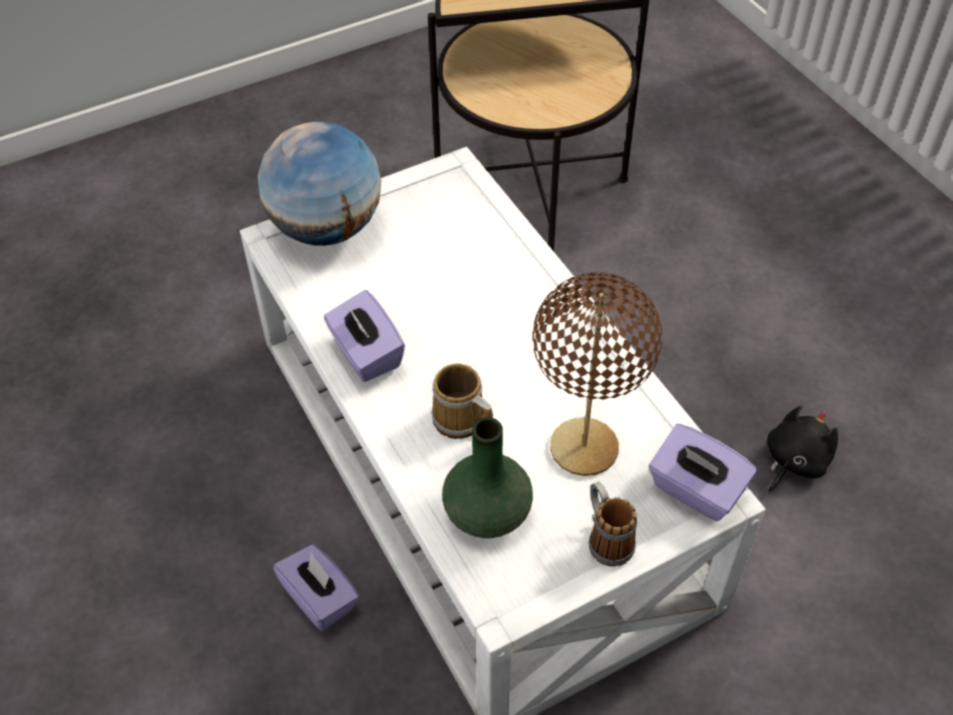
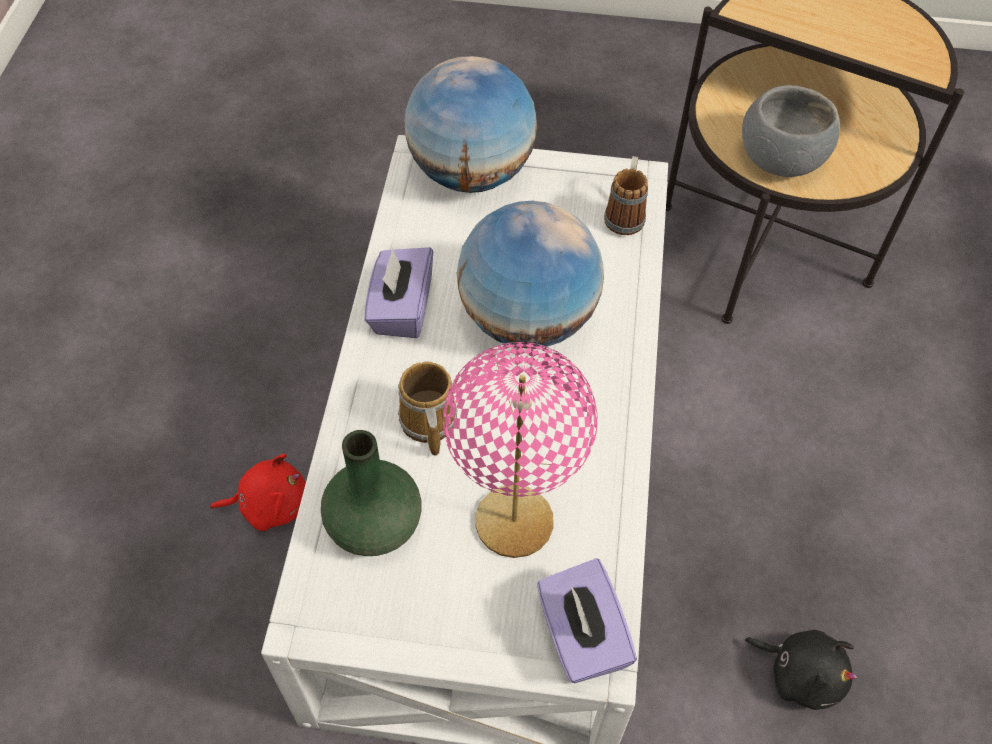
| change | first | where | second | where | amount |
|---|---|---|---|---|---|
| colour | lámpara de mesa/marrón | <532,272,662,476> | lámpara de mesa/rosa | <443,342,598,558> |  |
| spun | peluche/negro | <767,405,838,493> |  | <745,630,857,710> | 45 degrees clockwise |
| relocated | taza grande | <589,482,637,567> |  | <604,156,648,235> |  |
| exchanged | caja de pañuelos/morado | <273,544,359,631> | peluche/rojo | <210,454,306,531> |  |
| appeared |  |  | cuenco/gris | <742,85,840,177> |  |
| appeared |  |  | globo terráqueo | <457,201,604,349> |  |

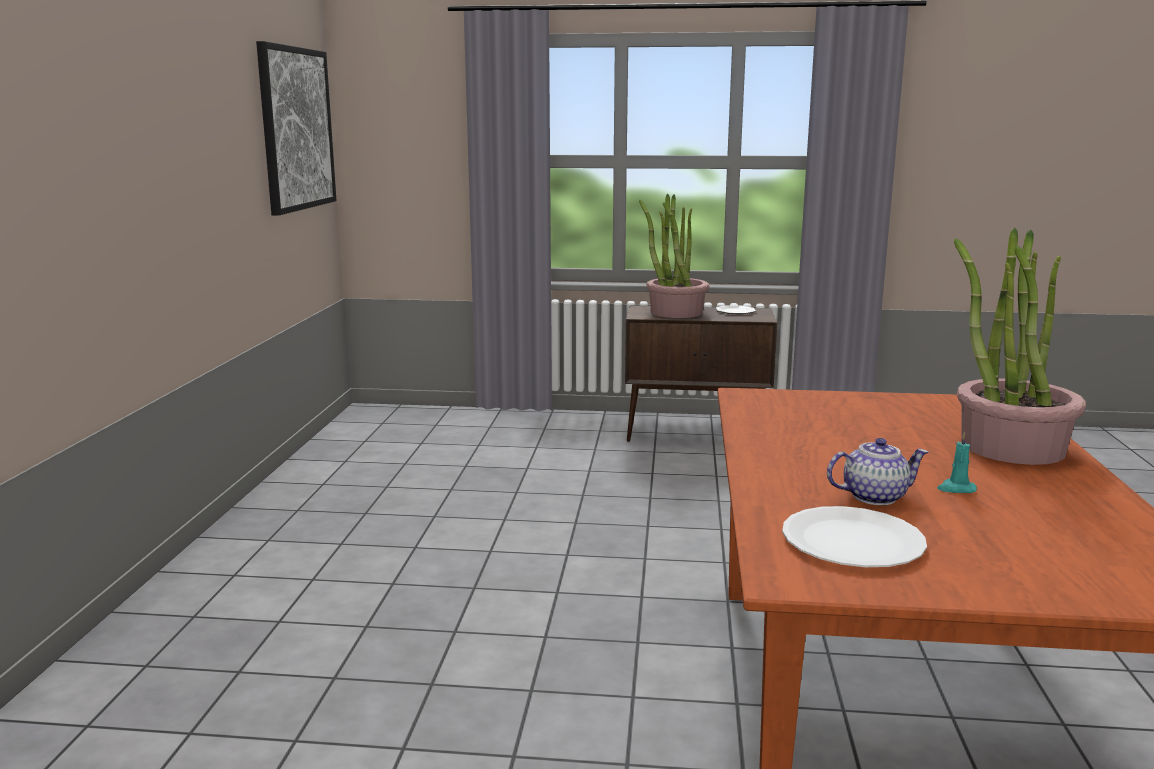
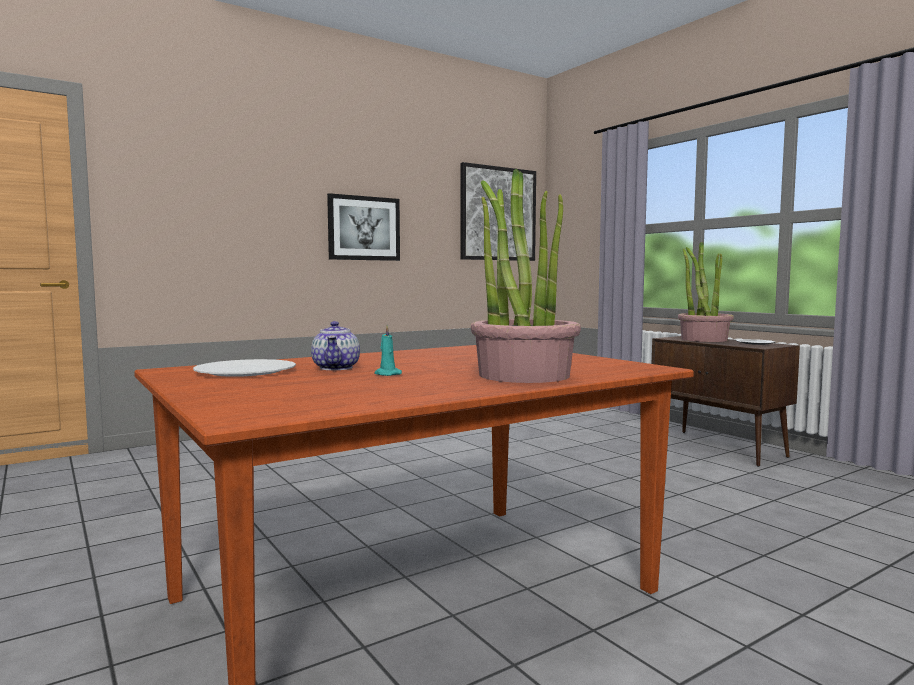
| change | first | where | second | where | amount |
|---|---|---|---|---|---|
| spun | tetera | <827,438,929,505> |  | <311,321,360,370> | 45 degrees clockwise |
| appeared |  |  | cuadro | <327,193,400,261> |  |

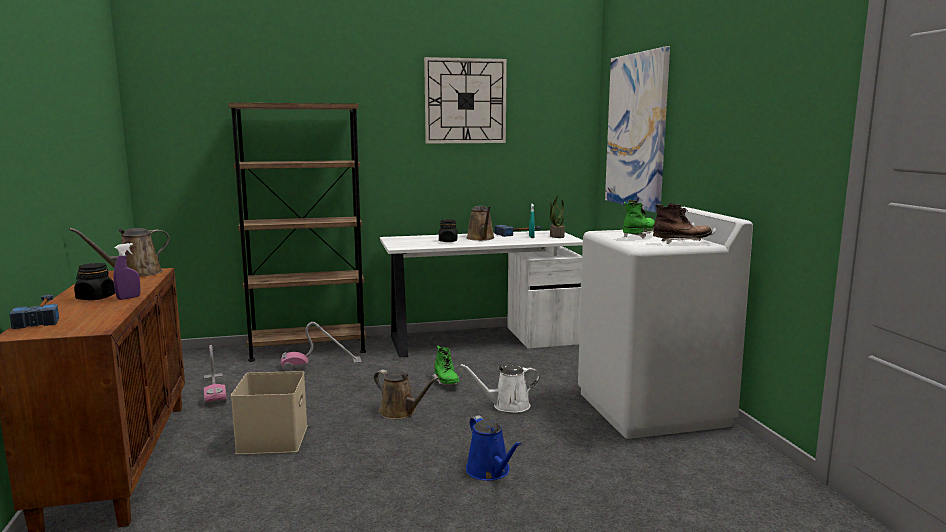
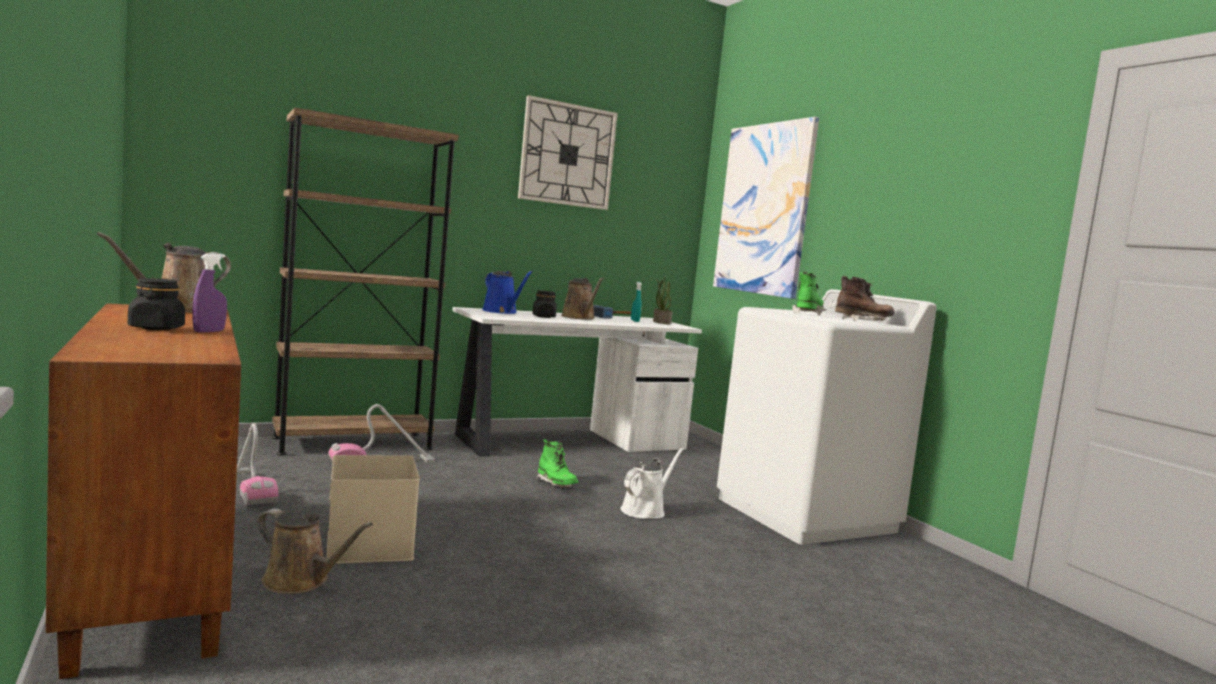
| change | first | where | second | where | amount |
|---|---|---|---|---|---|
| missing | martillo | <9,295,59,329> |  |  |  |
| spun | regadera/blanco | <460,364,540,413> |  | <620,447,684,519> | 150 degrees clockwise |
| relocated | regadera/marrón | <374,370,438,419> |  | <257,508,373,594> |  |
| relocated | regadera/azul | <466,415,522,481> |  | <482,271,533,314> |  |

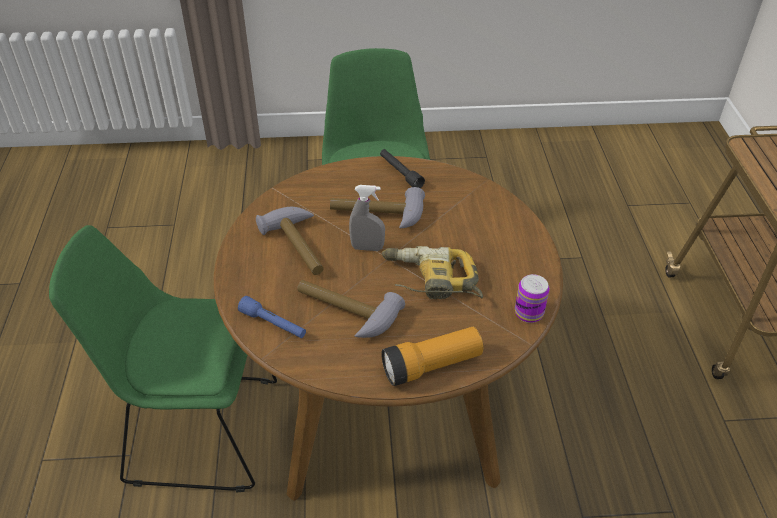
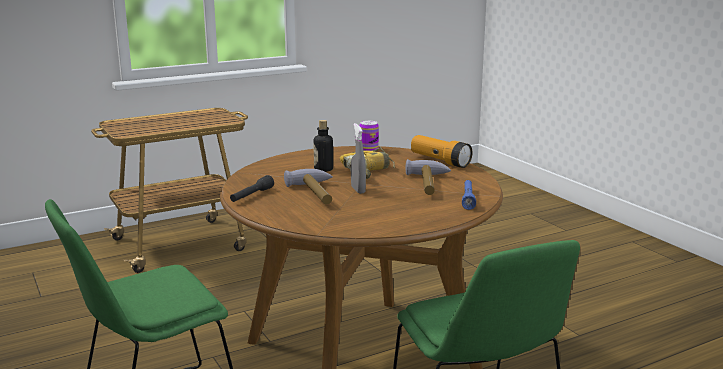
| change | first | where | second | where | amount |
|---|---|---|---|---|---|
| missing | martillo | <256,207,324,275> |  |  |  |
| appeared |  |  | botella | <313,120,333,172> |  |

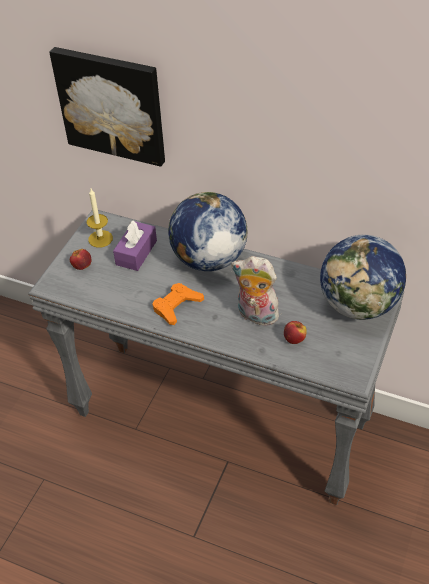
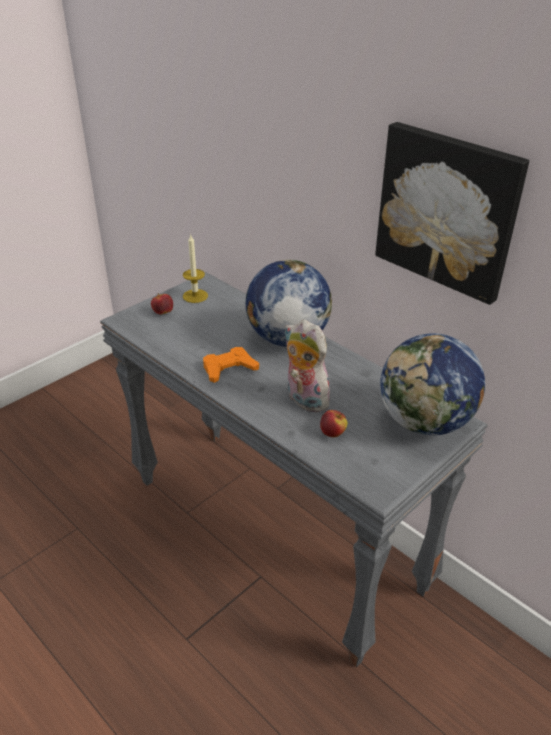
| change | first | where | second | where | amount |
|---|---|---|---|---|---|
| relocated | cuadro | <49,47,165,167> |  | <375,122,529,305> |  |
| missing | caja de pañuelos/morado | <113,221,157,271> |  |  |  |

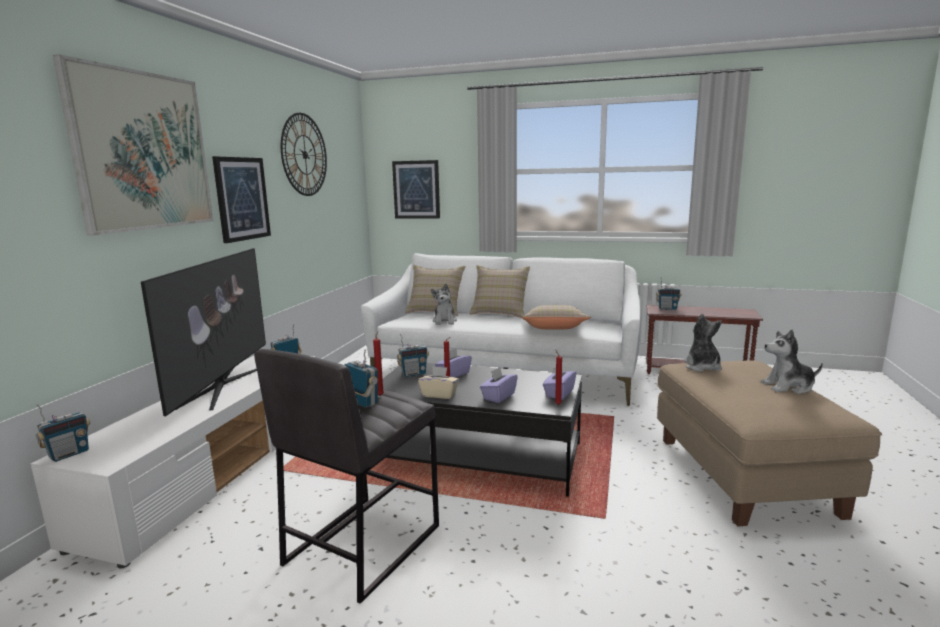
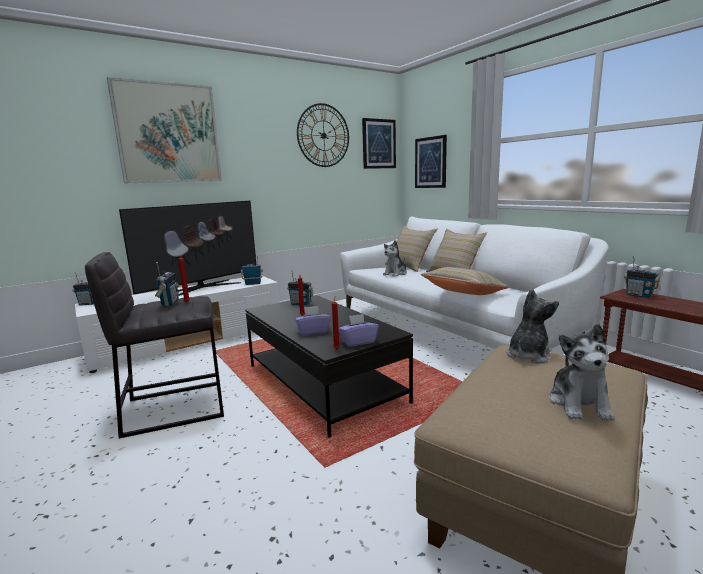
| change | first | where | second | where | amount |
|---|---|---|---|---|---|
| relocated | cuadro | <212,156,271,243> |  | <362,118,396,169> |  |
| spun | peluche | <761,329,823,394> |  | <549,324,615,421> | 120 degrees counterclockwise |
| missing | caja de pañuelos/morado | <435,348,472,378> |  |  |  |
| missing | caja de pañuelos/beis | <418,366,459,399> |  |  |  |

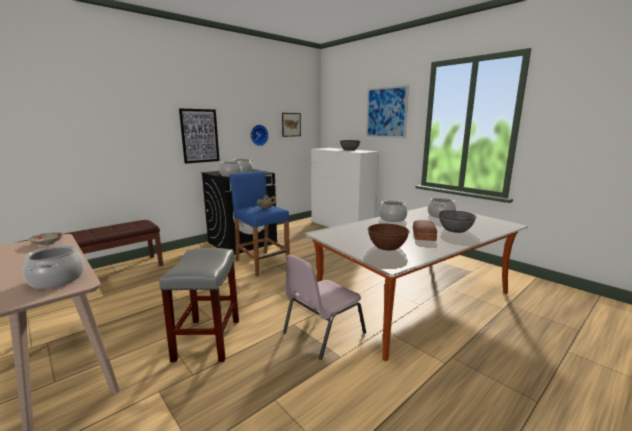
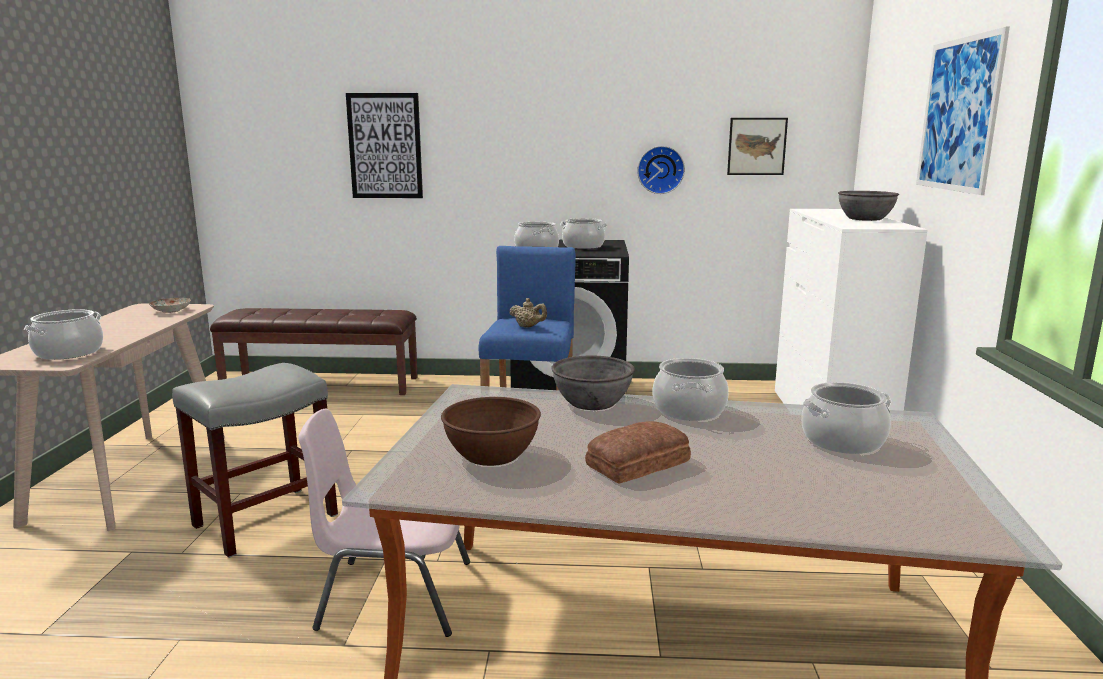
| change | first | where | second | where | amount |
|---|---|---|---|---|---|
| relocated | cuadro | <179,108,220,164> |  | <346,93,423,198> |  |
| relocated | cuenco/gris | <438,210,476,233> |  | <551,356,635,410> |  |

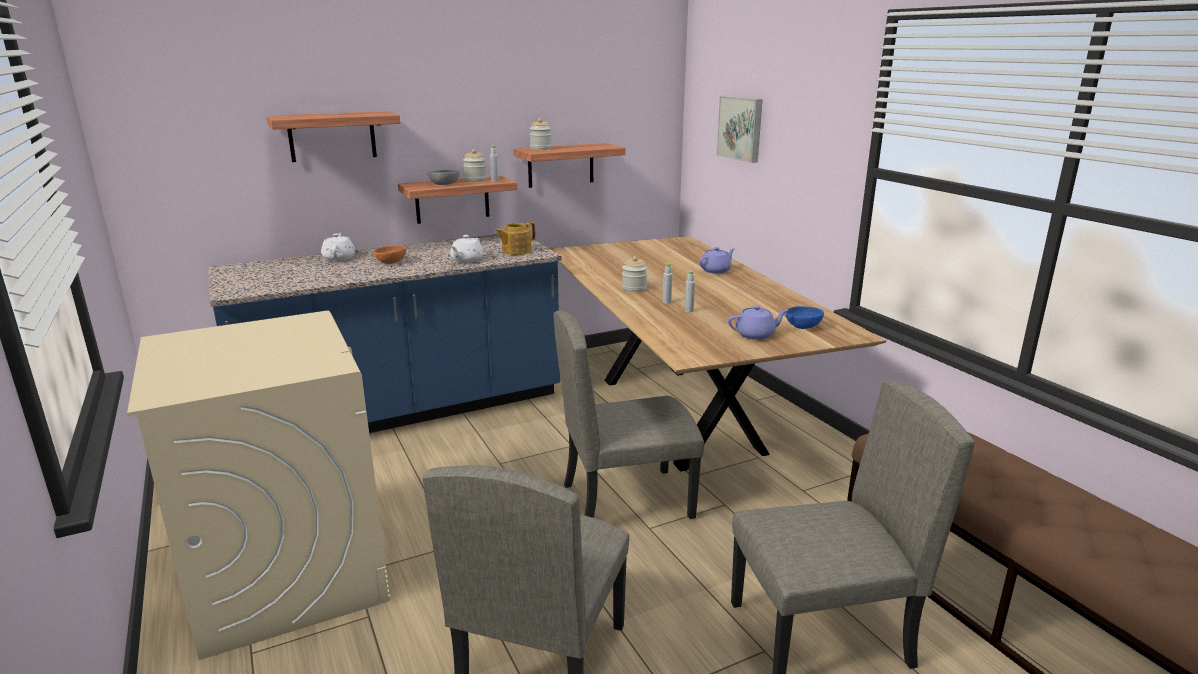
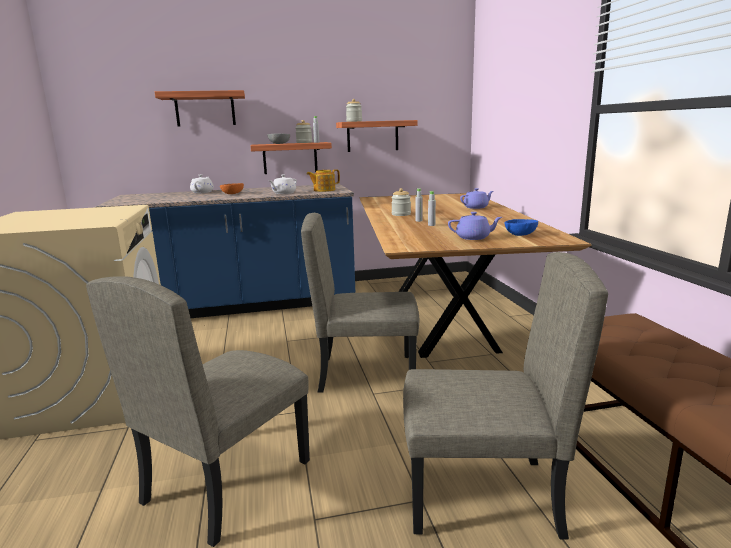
| change | first | where | second | where | amount |
|---|---|---|---|---|---|
| missing | cuadro | <716,96,763,163> |  |  |  |

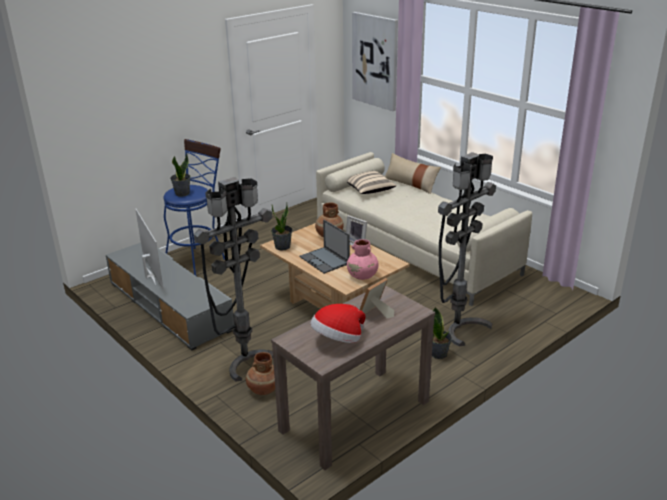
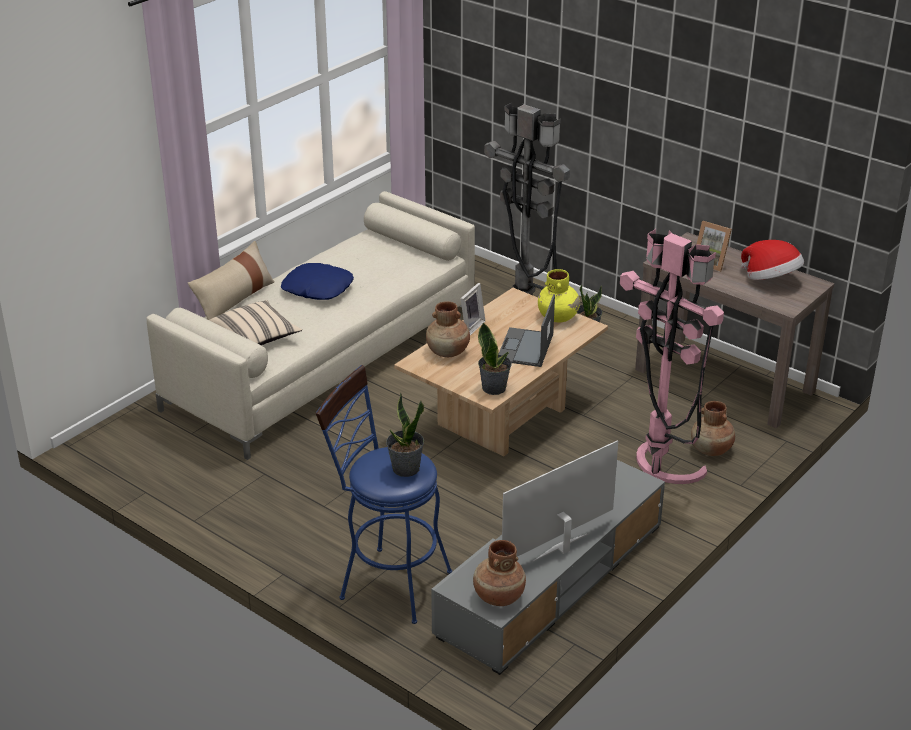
| change | first | where | second | where | amount |
|---|---|---|---|---|---|
| missing | cuadro | <352,12,398,111> |  |  |  |
| colour | lámpara de pie/gris | <194,177,273,381> | lámpara de pie/rosa | <620,229,724,484> |  |
| spun | portátil | <300,220,350,274> |  | <499,294,555,367> | 150 degrees clockwise |
| colour | florero/rosa | <347,239,379,280> | florero/amarillo | <538,269,580,322> |  |
| appeared |  |  | cojín/azul | <281,263,354,300> |  |
| appeared |  |  | florero/marrón | <473,540,526,606> |  |

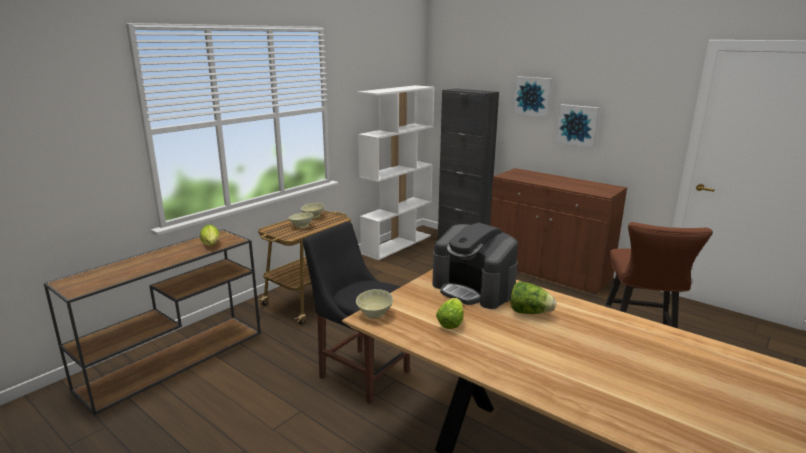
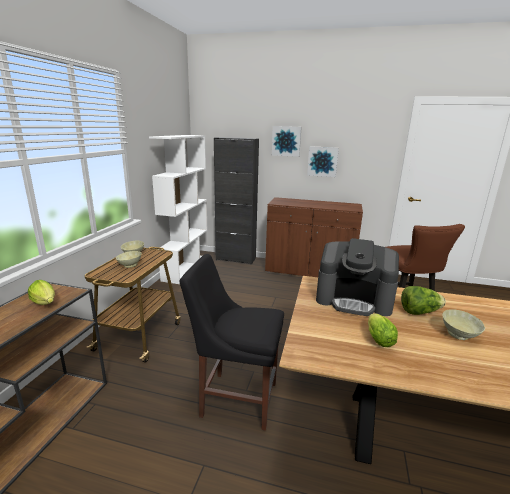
| change | first | where | second | where | amount |
|---|---|---|---|---|---|
| relocated | cuenco/beis | <356,289,393,319> |  | <442,309,485,340> |  |

